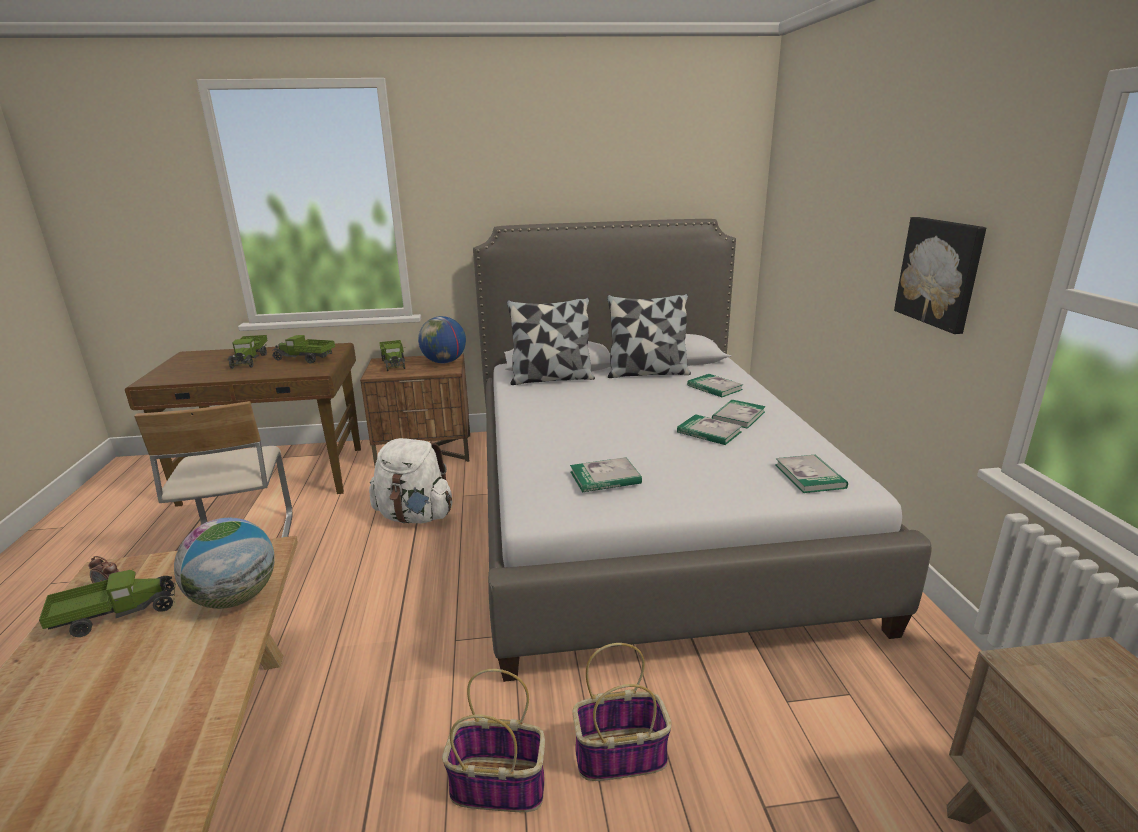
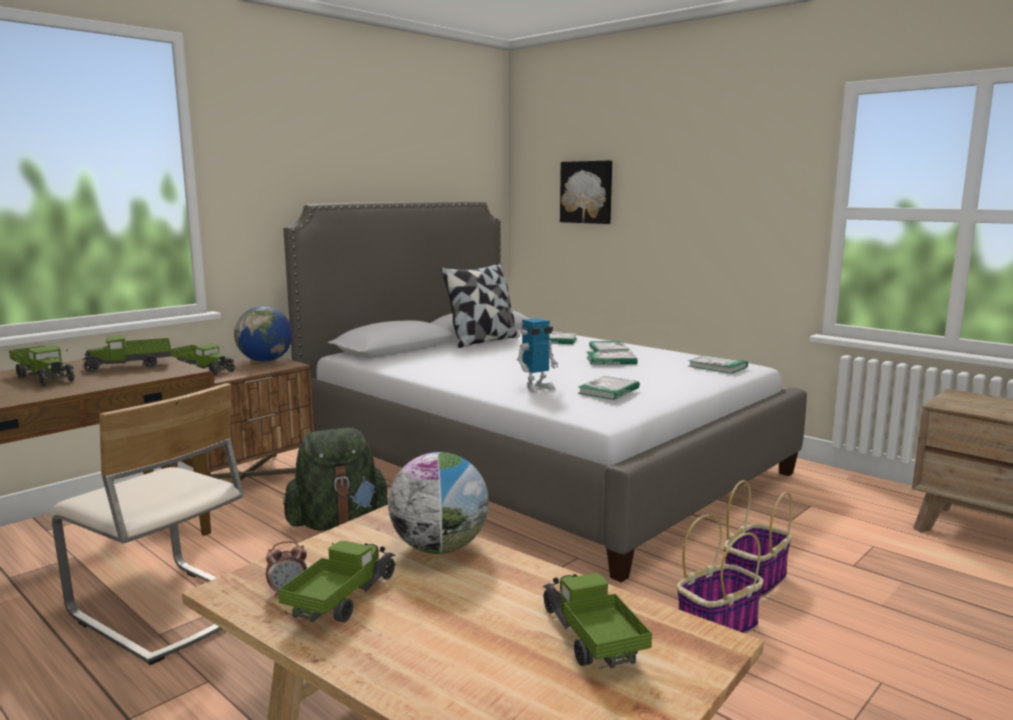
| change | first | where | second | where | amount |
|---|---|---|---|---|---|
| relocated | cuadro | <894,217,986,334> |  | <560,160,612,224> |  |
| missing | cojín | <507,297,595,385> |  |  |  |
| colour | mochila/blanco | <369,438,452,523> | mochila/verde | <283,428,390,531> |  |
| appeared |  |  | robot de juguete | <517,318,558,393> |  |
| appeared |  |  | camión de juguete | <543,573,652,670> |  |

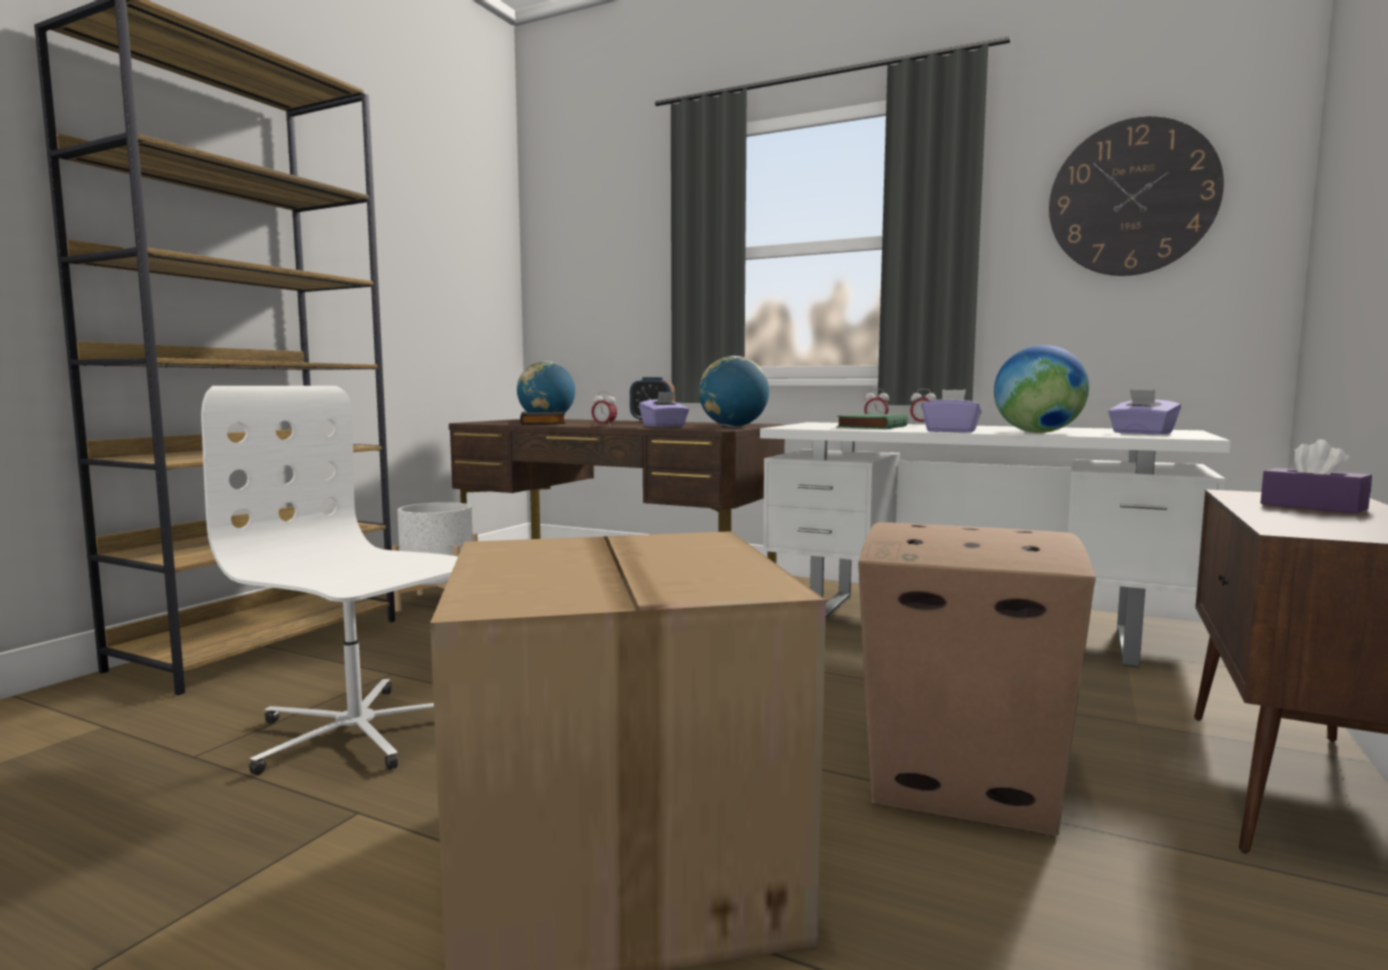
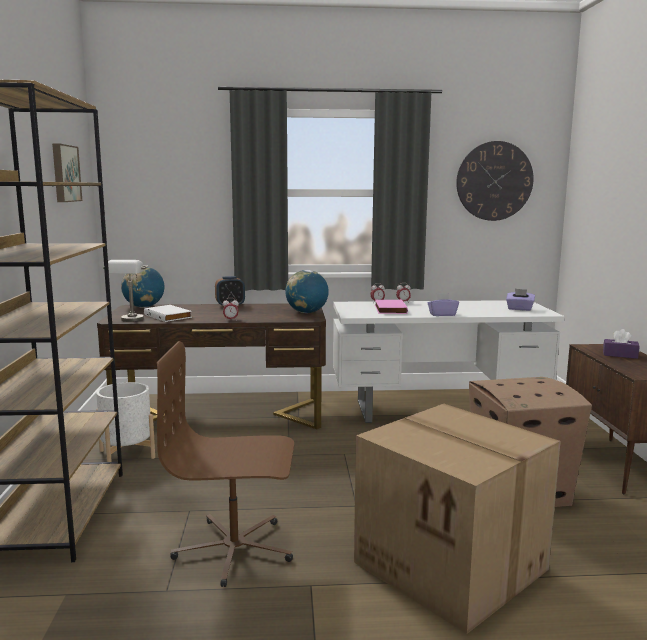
| change | first | where | second | where | amount |
|---|---|---|---|---|---|
| missing | globo terráqueo | <994,345,1089,433> |  |  |  |
| colour | silla de oficina/blanco | <201,386,458,775> | silla de oficina/marrón | <157,341,294,587> |  |
| missing | caja de pañuelos/morado | <639,392,689,427> |  |  |  |
| colour | libro/negro | <520,412,566,425> | libro/blanco | <144,305,192,322> |  |
| colour | libro/verde | <836,414,908,429> | libro/rosa | <375,299,408,314> |  |
| appeared |  |  | cuadro | <52,143,82,202> |  |
| appeared |  |  | lámpara de mesa/gris | <103,260,149,322> |  |

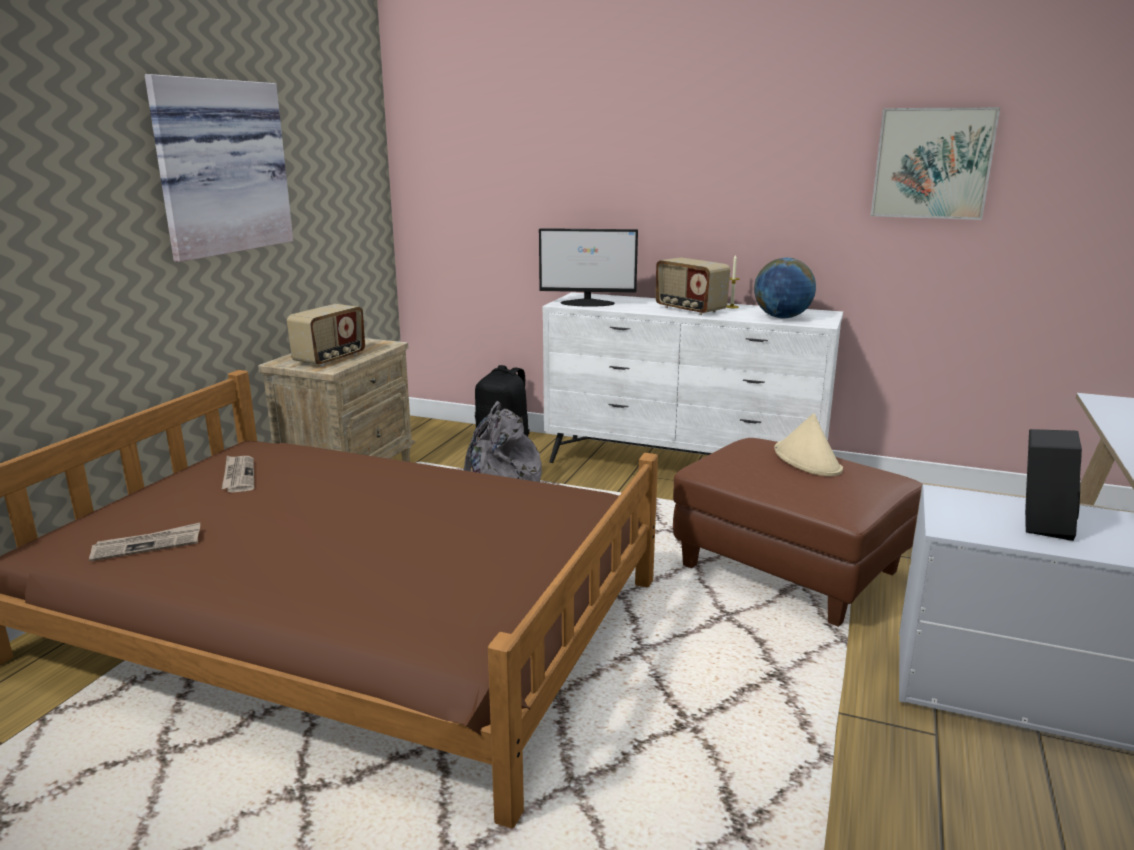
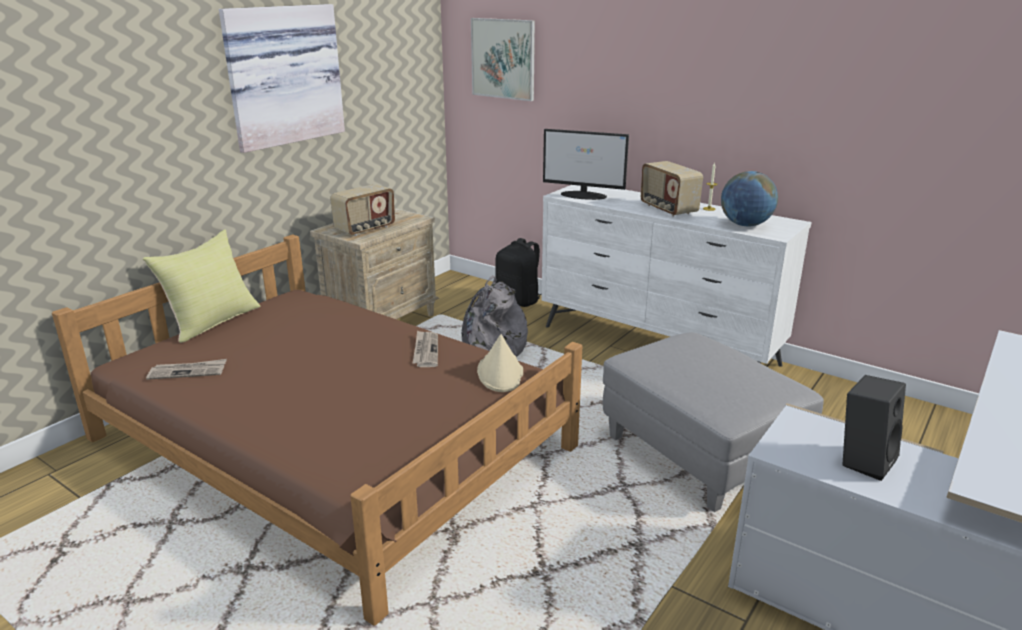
| change | first | where | second | where | amount |
|---|---|---|---|---|---|
| relocated | cuadro | <871,107,1000,220> |  | <471,18,535,101> |  |
| relocated | sombrero/beis | <774,413,843,476> |  | <477,334,523,392> |  |
| colour | puf/marrón | <673,438,922,627> | puf/gris | <603,332,824,512> |  |
| relocated | periódico | <222,456,254,493> |  | <413,330,438,367> |  |
| appeared |  |  | cojín/amarillo | <143,229,260,343> |  |

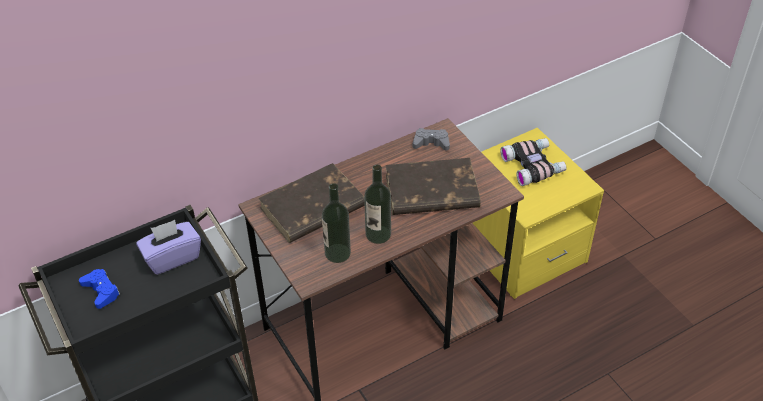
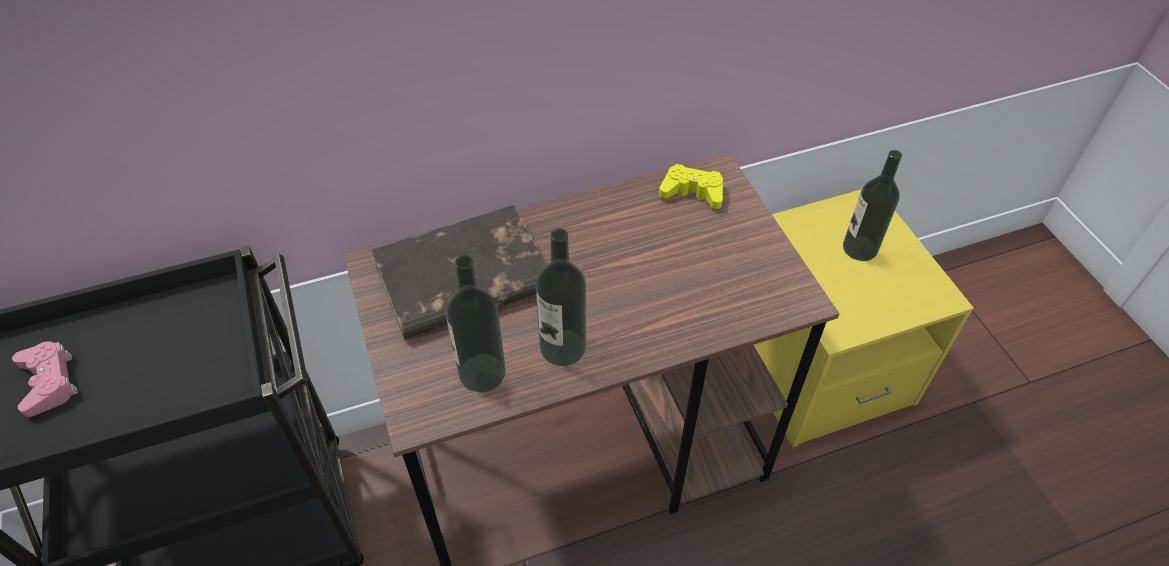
| change | first | where | second | where | amount |
|---|---|---|---|---|---|
| colour | mando de consola/gris | <413,128,450,150> | mando de consola/amarillo | <659,164,723,209> |  |
| exchanged | prismáticos | <500,138,567,186> | botella | <843,150,902,261> |  |
| missing | libro/marrón | <386,158,481,215> |  |  |  |
| missing | caja de pañuelos/morado | <136,220,201,275> |  |  |  |
| colour | mando de consola/azul | <79,269,120,309> | mando de consola/rosa | <12,341,78,417> |  |

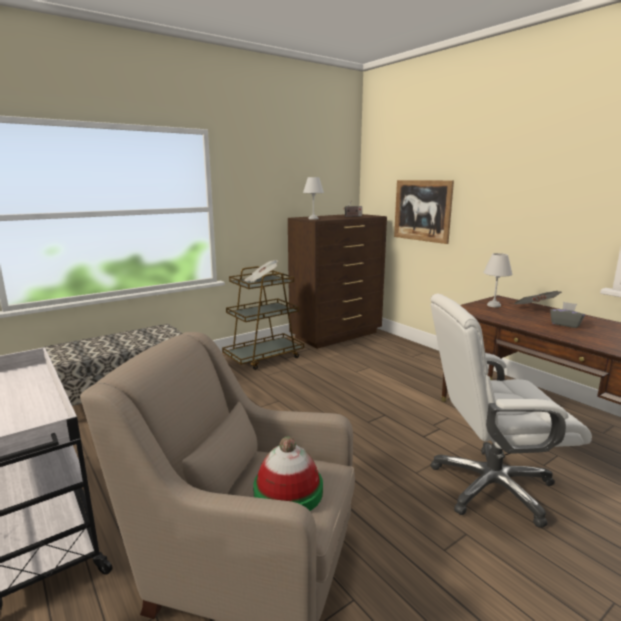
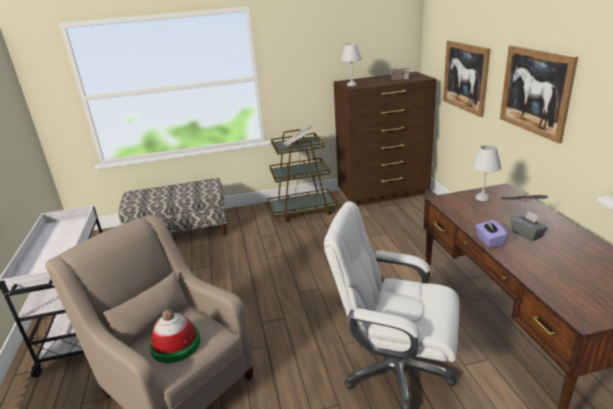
| change | first | where | second | where | amount |
|---|---|---|---|---|---|
| appeared |  |  | cuadro | <500,45,578,143> |  |
| appeared |  |  | caja de pañuelos/morado | <476,219,508,248> |  |

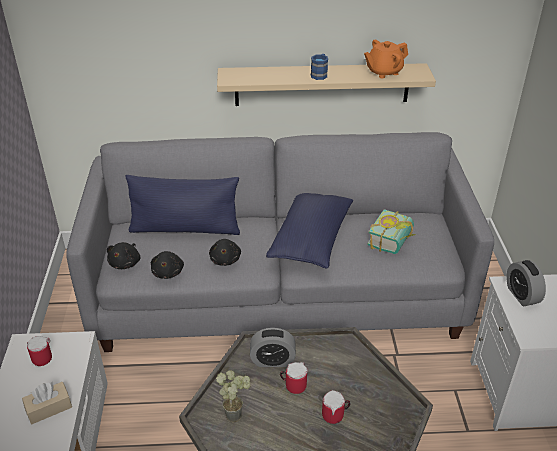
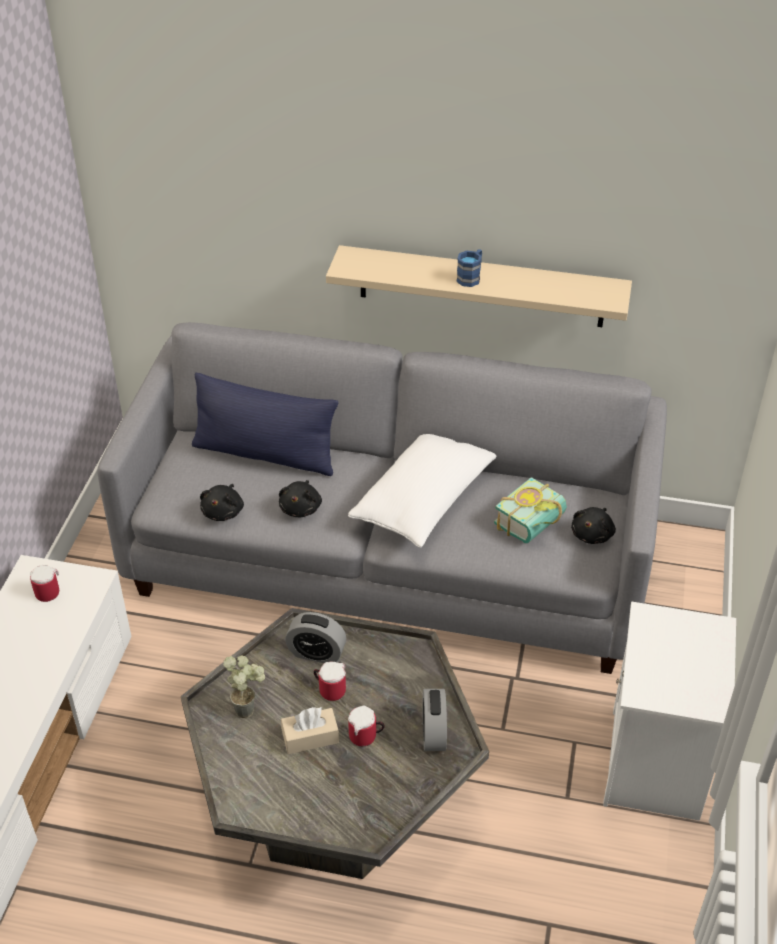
| change | first | where | second | where | amount |
|---|---|---|---|---|---|
| missing | tetera/naranja | <364,40,408,78> |  |  |  |
| colour | cojín/azul | <266,193,353,268> | cojín/blanco | <348,434,497,548> |  |
| relocated | peluche/negro | <107,242,140,269> |  | <571,507,616,544> |  |
| relocated | despertador | <506,260,546,306> |  | <423,689,447,751> |  |
| relocated | caja de pañuelos/beis | <22,382,72,424> |  | <281,707,339,754> |  |

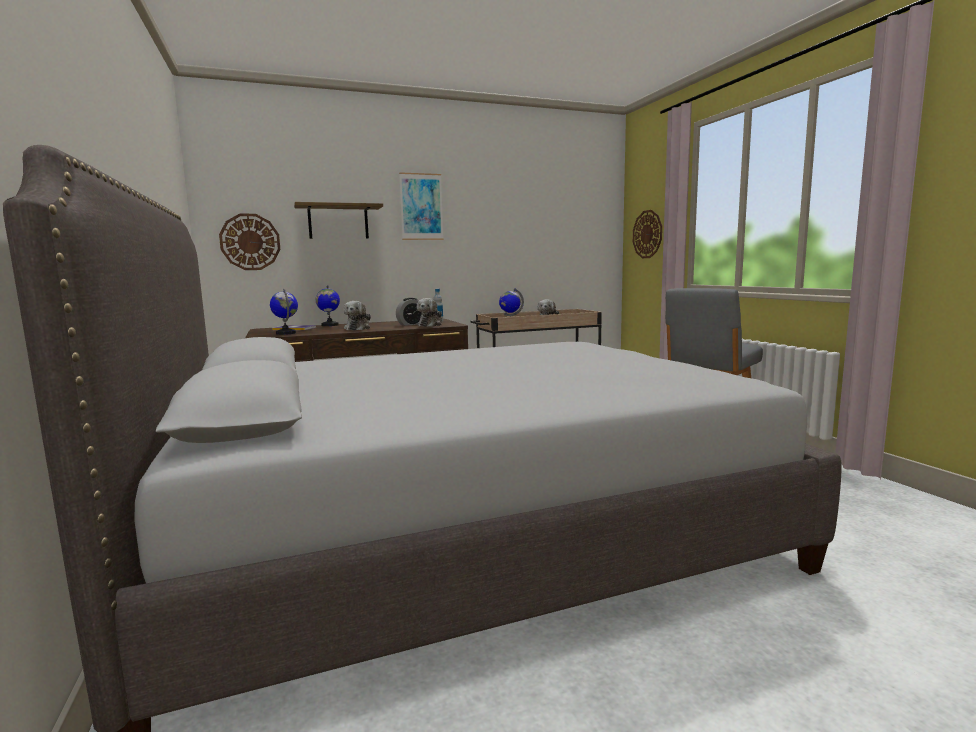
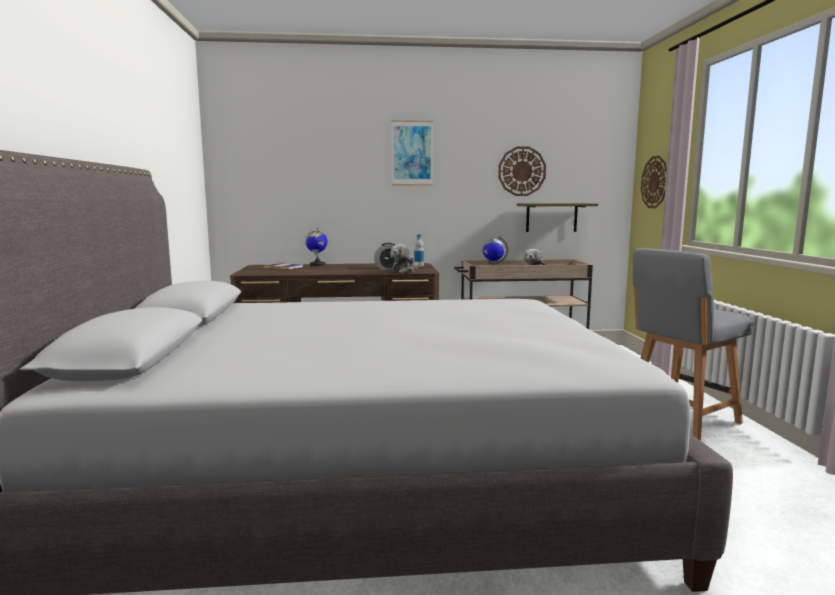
| change | first | where | second | where | amount |
|---|---|---|---|---|---|
| relocated | estante | <294,202,383,239> |  | <517,203,598,232> |  |
| relocated | reloj de pared | <219,214,280,270> |  | <498,147,546,196> |  |
| missing | globo terráqueo | <270,288,298,335> |  |  |  |
| missing | peluche | <344,301,371,330> |  |  |  |

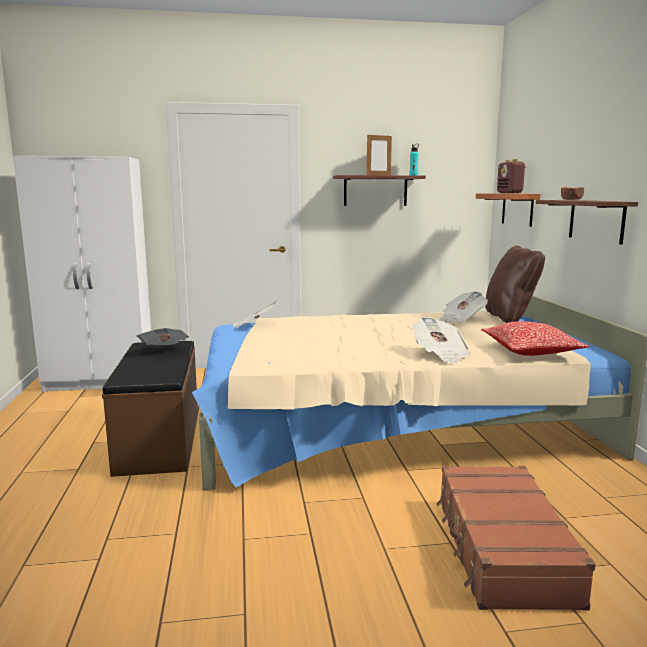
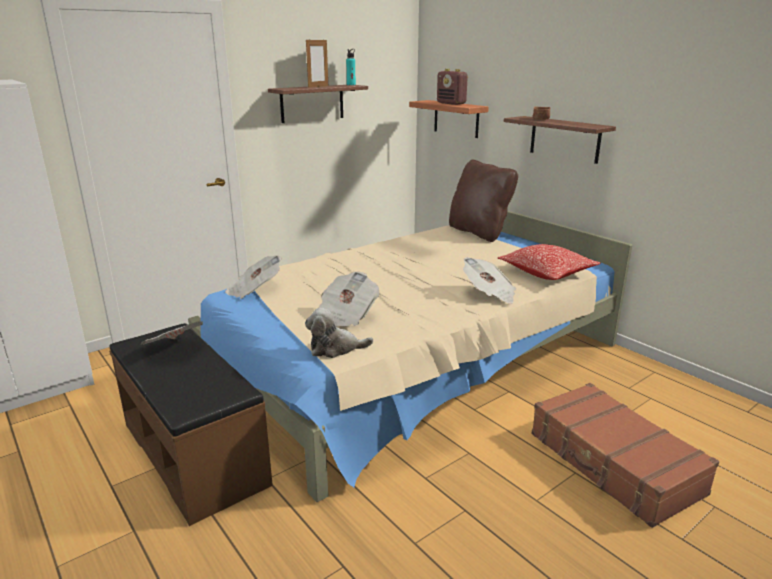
| change | first | where | second | where | amount |
|---|---|---|---|---|---|
| relocated | periódico | <439,291,488,323> |  | <319,271,379,327> |  |
| appeared |  |  | peluche | <305,308,373,358> |  |

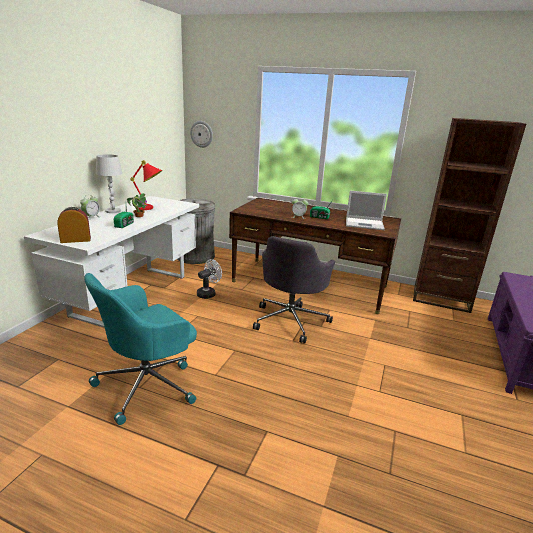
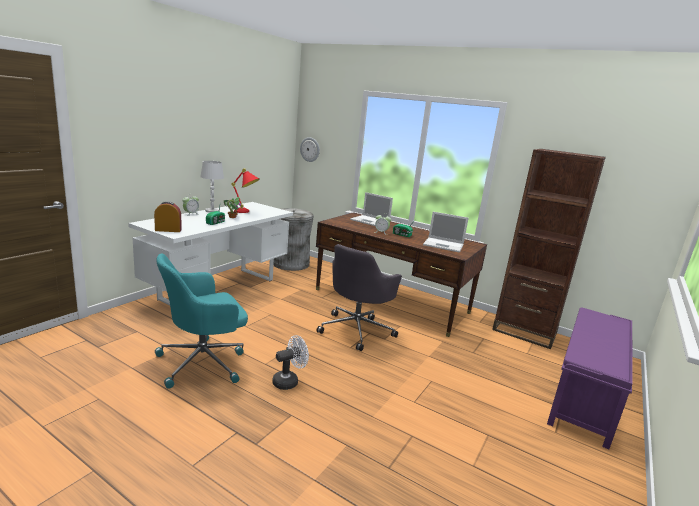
| change | first | where | second | where | amount |
|---|---|---|---|---|---|
| relocated | ventilador/blanco | <197,259,222,299> |  | <273,335,309,390> |  |
| appeared |  |  | portátil | <350,192,393,226> |  |

